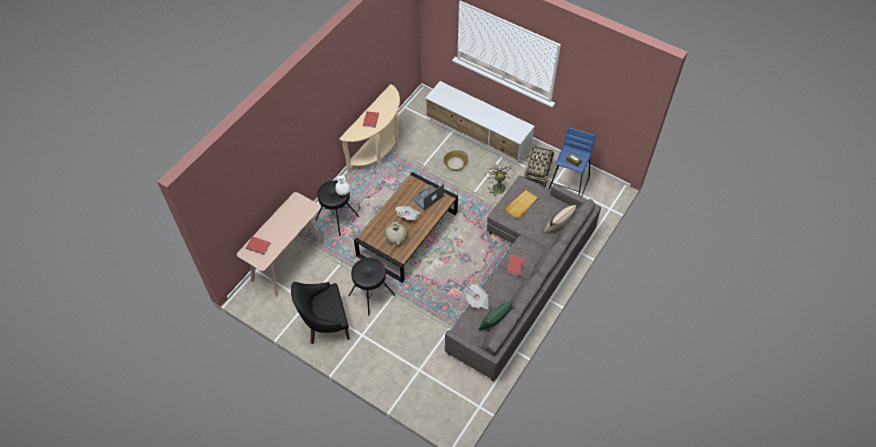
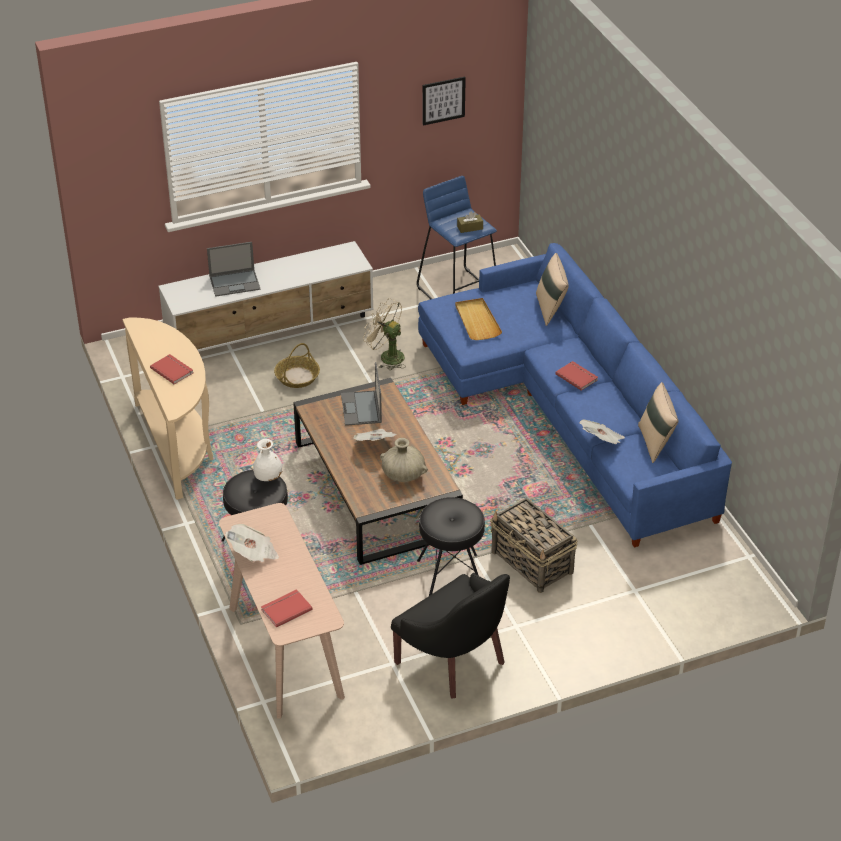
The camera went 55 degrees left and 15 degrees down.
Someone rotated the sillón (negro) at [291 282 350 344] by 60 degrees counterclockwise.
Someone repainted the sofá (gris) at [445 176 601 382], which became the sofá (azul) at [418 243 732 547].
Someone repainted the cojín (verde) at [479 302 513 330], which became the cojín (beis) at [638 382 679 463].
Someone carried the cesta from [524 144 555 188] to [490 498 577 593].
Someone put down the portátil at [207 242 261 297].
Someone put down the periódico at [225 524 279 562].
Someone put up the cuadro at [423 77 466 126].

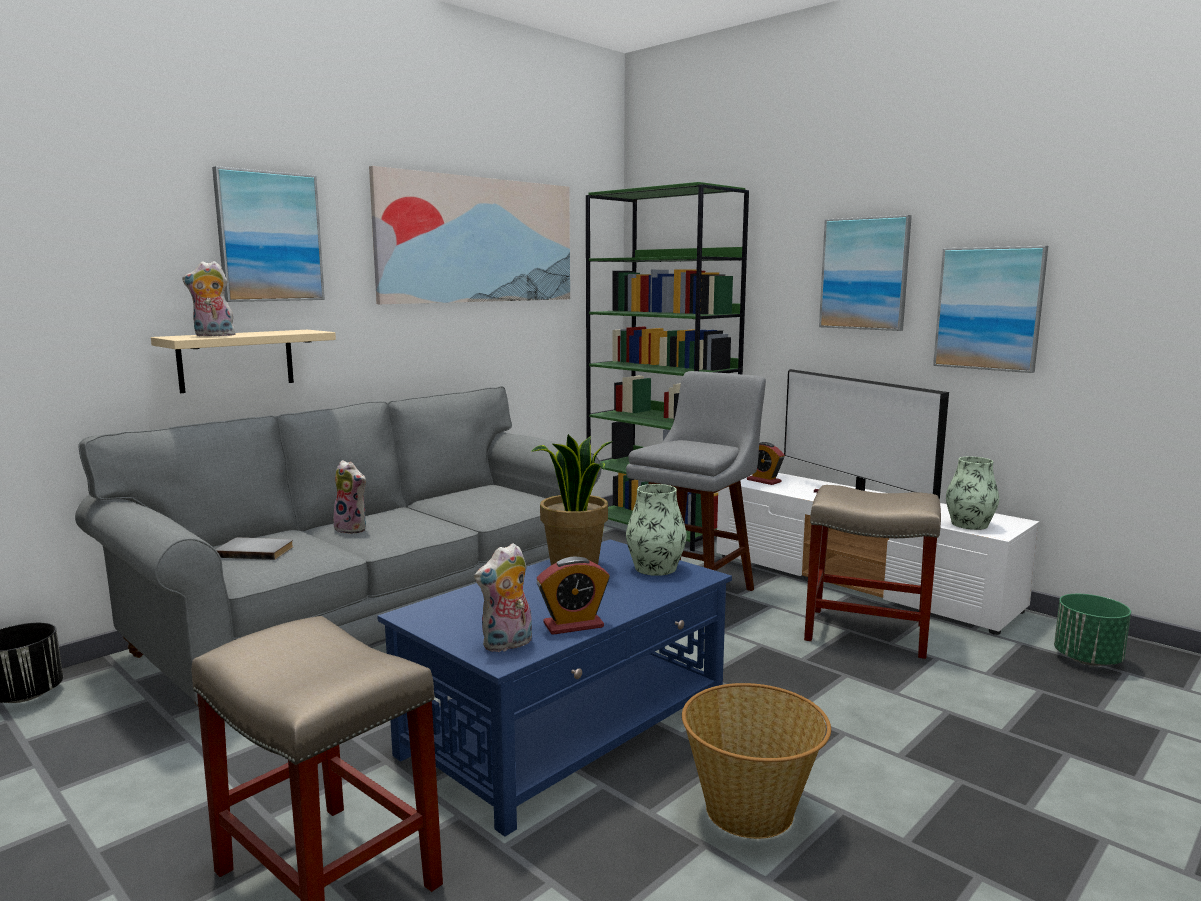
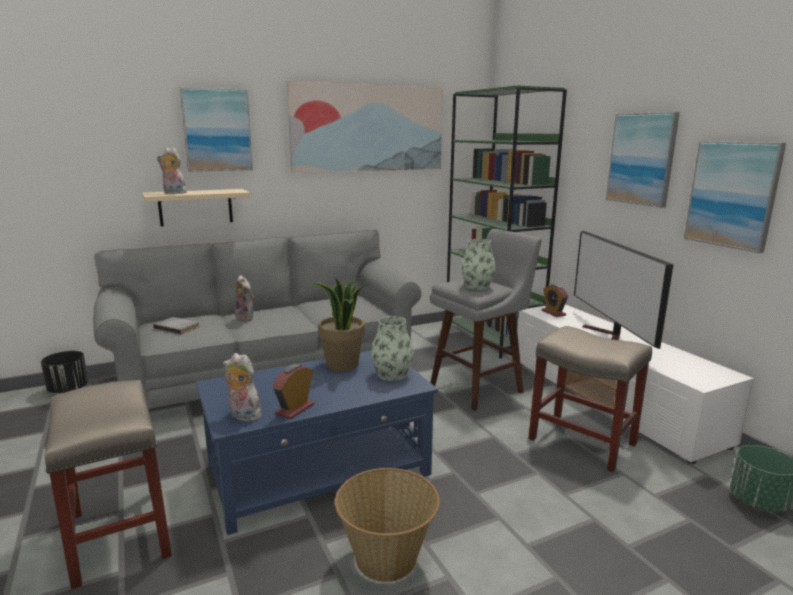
The camera went 20 degrees right and 5 degrees up.
Someone rotated the peluche at [474 543 532 653] by 45 degrees clockwise.
Someone rotated the despertador at [536 557 610 635] by 120 degrees clockwise.
Someone carried the florero from [946 457 999 530] to [461 239 496 290].

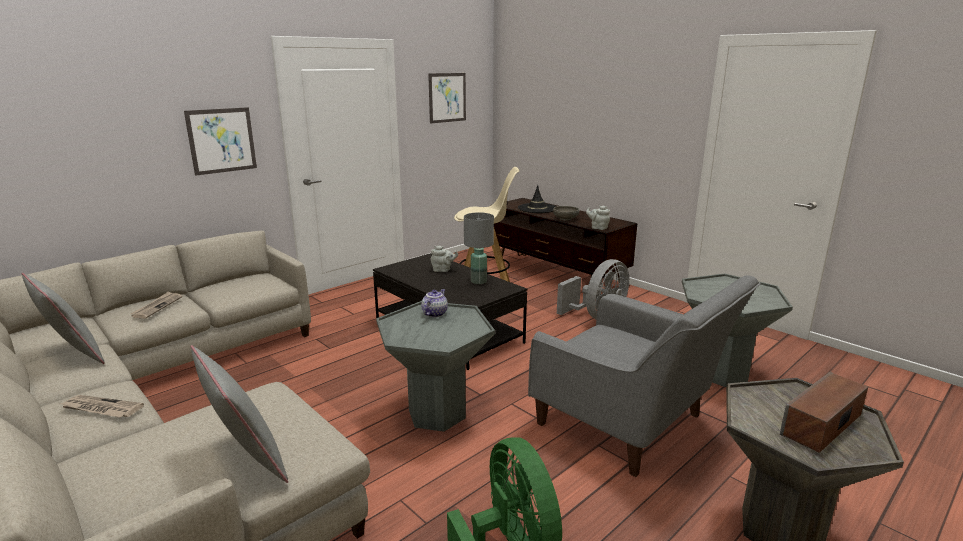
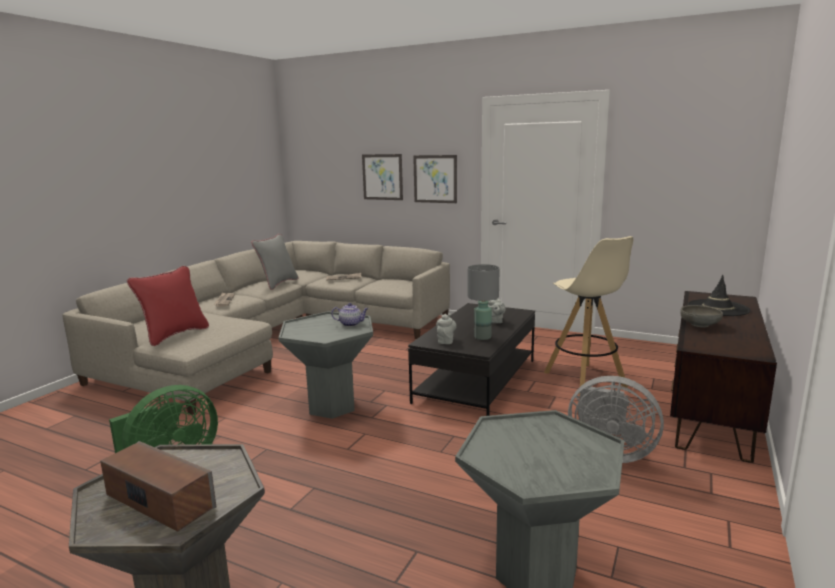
The camera went 70 degrees right and 5 degrees down.
Someone repainted the cojín (gris) at [190 345 288 483], which became the cojín (rojo) at [127 266 209 346].
Someone carried the cuadro from [428 73 466 123] to [362 154 403 200].
Someone took away the sillón (gris) at [528 275 761 477].
Someone carried the tetera (gris) from [586 206 610 230] to [436 313 457 344].

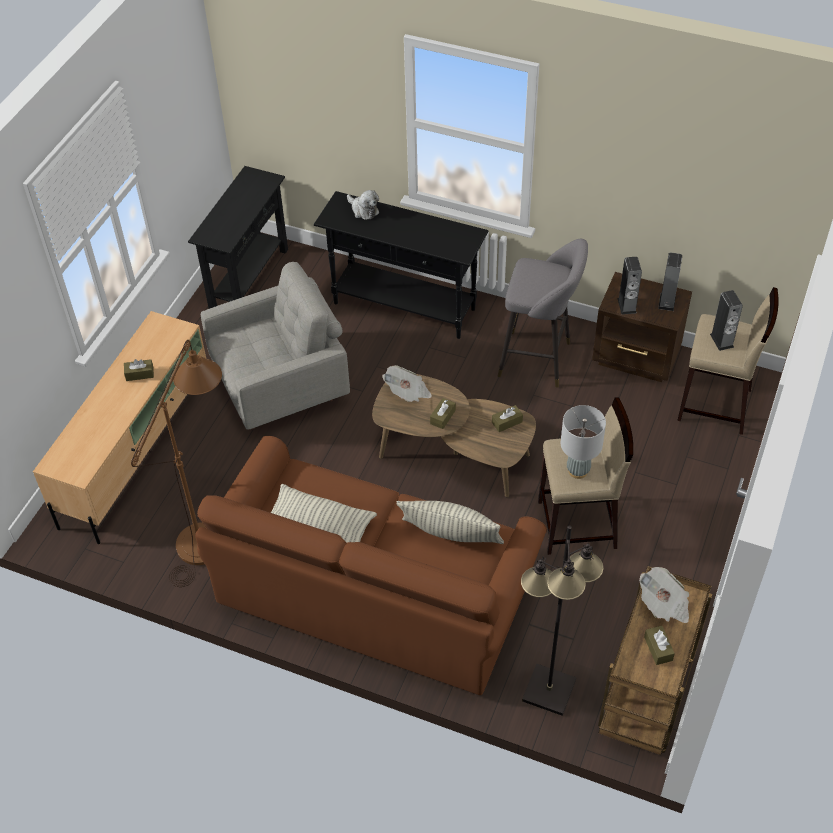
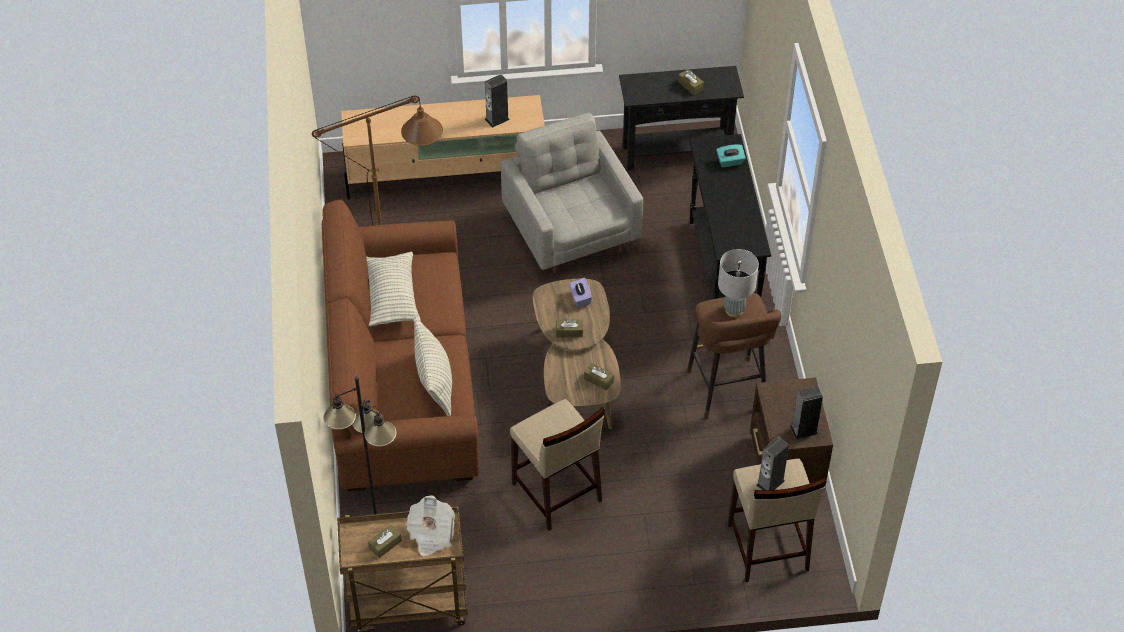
The camera went 60 degrees right and 0 degrees up.
Someone carried the caja de pañuelos (marrón) from [124 359 154 381] to [678 69 704 95].
Someone rotated the sillón (gris) at [201 262 350 430] by 150 degrees counterclockwise.
Someone swapped the peluche at [347 190 379 220] for the caja de pañuelos (turquesa) at [716 144 746 167].
Someone swapped the periódico at [382 365 432 402] for the caja de pañuelos (morado) at [569 278 592 307].
Someone repainted the taburete (gris) at [498 239 588 388], which became the taburete (marrón) at [687 293 781 420].
Someone carried the lámpara de mesa (gris) from [561 405 606 479] to [718 249 759 317].
Someone carried the altavoz from [617 257 642 315] to [485 74 510 128].

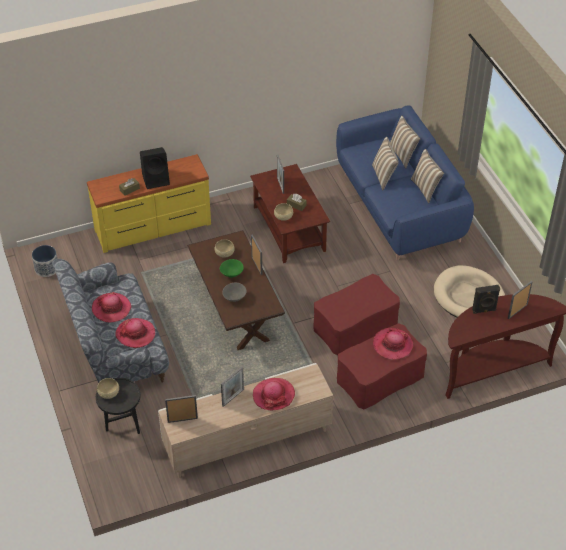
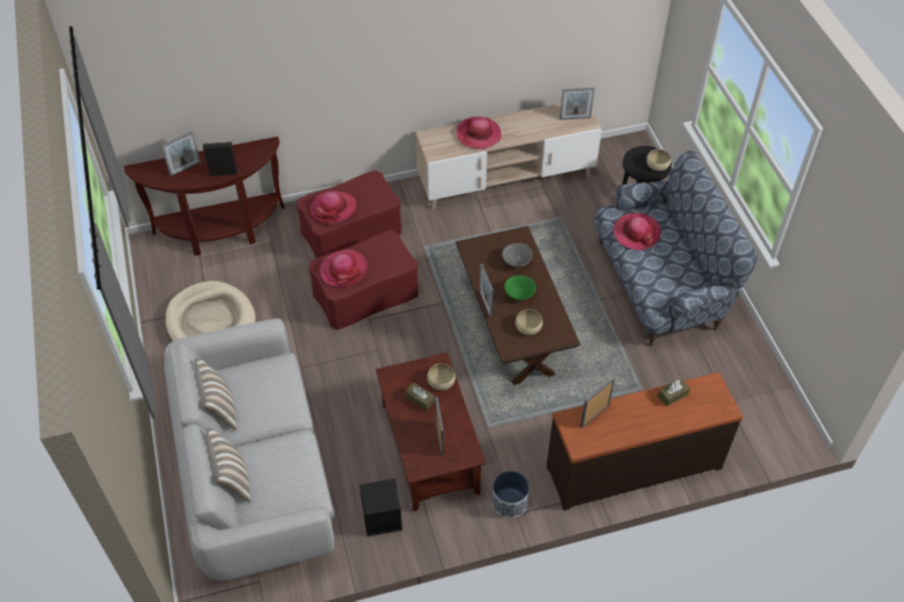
The camera went 175 degrees left and 5 degrees up.
Someone carried the maceta from [32 245 58 277] to [492 471 529 518].
Someone repainted the cómoda (amarillo) at [87 154 211 253], which became the cómoda (marrón) at [546 372 743 511].
Someone carried the sombrero from [92 292 131 322] to [319 250 368 287].
Someone carried the altavoz (negro) from [140 147 170 189] to [360 479 402 536].
Someone carried the portarretratos from [221 366 244 407] to [580 377 615 428].
Someone repainted the sofá (azul) at [336 105 474 260], which became the sofá (gris) at [164 319 334 581].
Someone took away the cojín at [372 137 399 190].

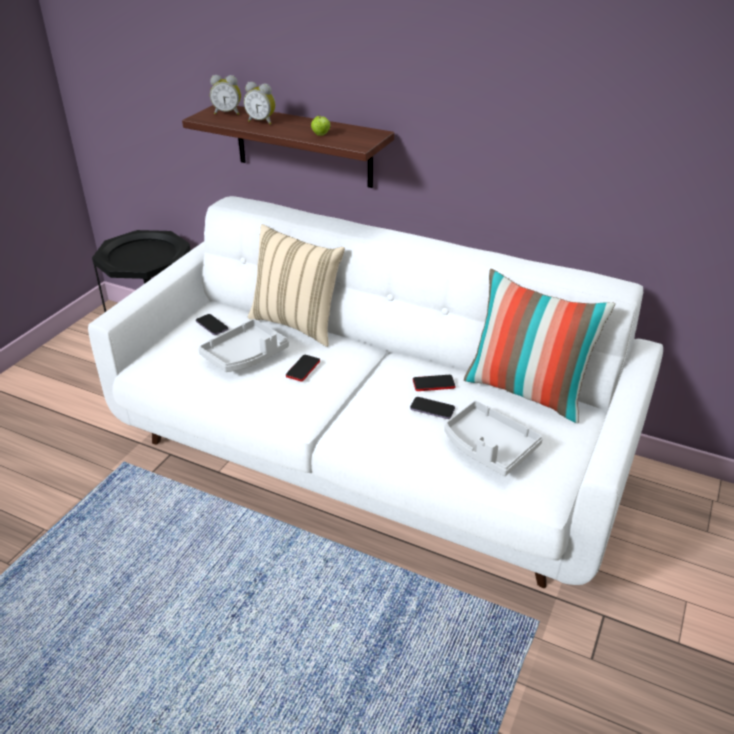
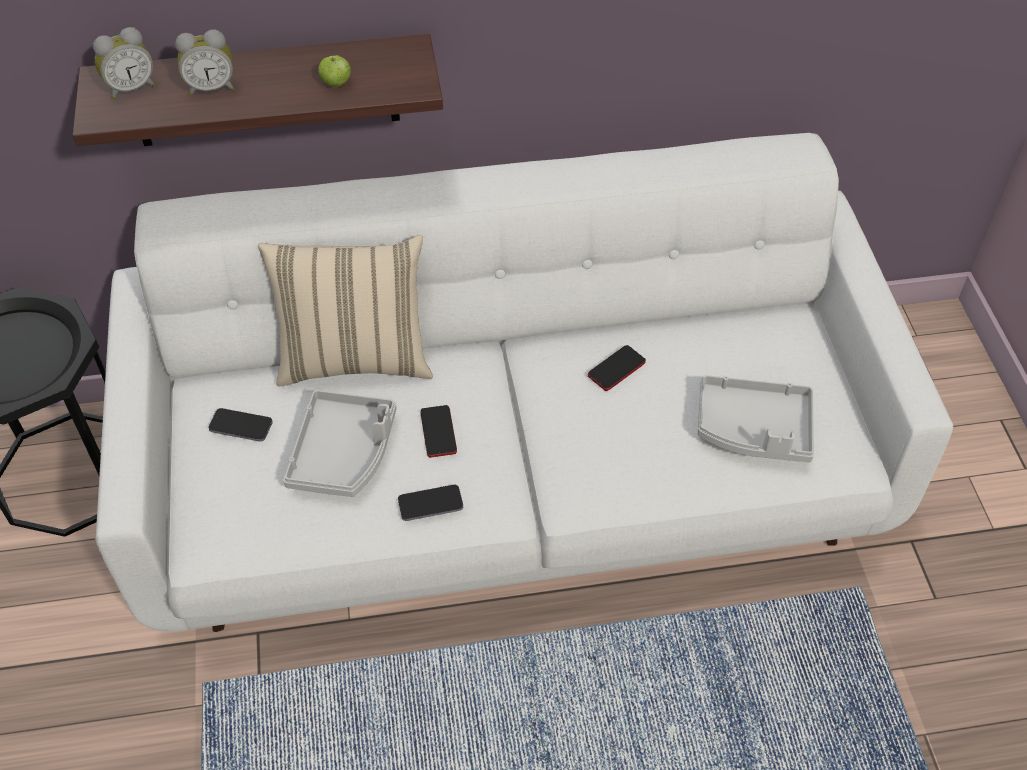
The camera went 35 degrees left and 15 degrees up.
Someone carried the móvil from [410 397 455 419] to [398 485 463 521].
Someone took away the cojín at [464 269 615 423].

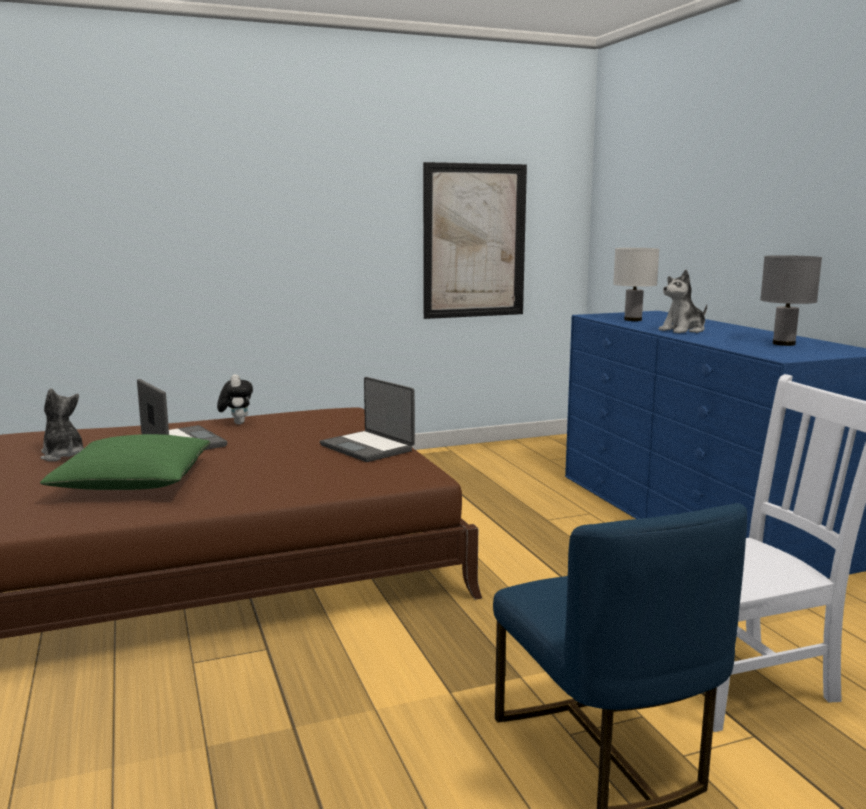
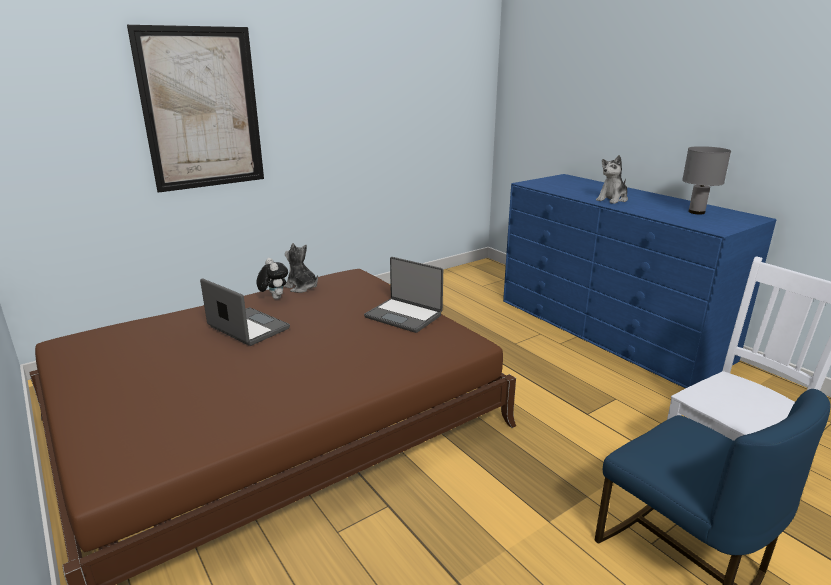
The camera went 15 degrees left and 10 degrees up.
Someone took away the cojín (verde) at [40 434 210 490].
Someone carried the peluche from [41 388 84 461] to [283 243 318 293].
Someone carried the cuadro from [423 162 527 319] to [127 25 264 193].
Someone took away the lámpara de mesa (blanco) at [613 248 659 321].

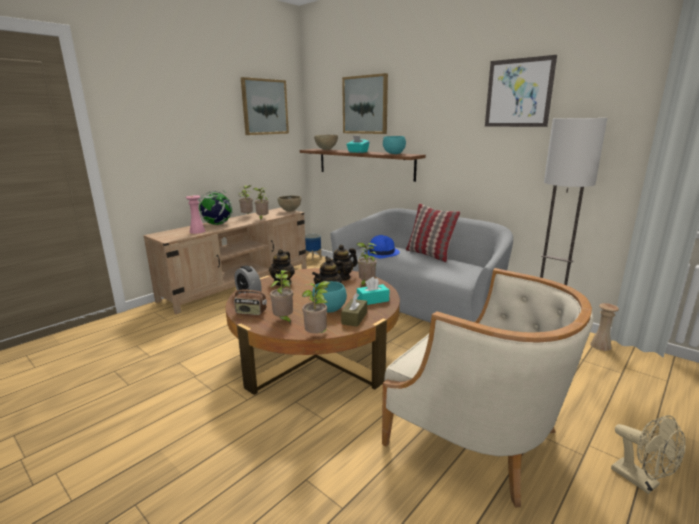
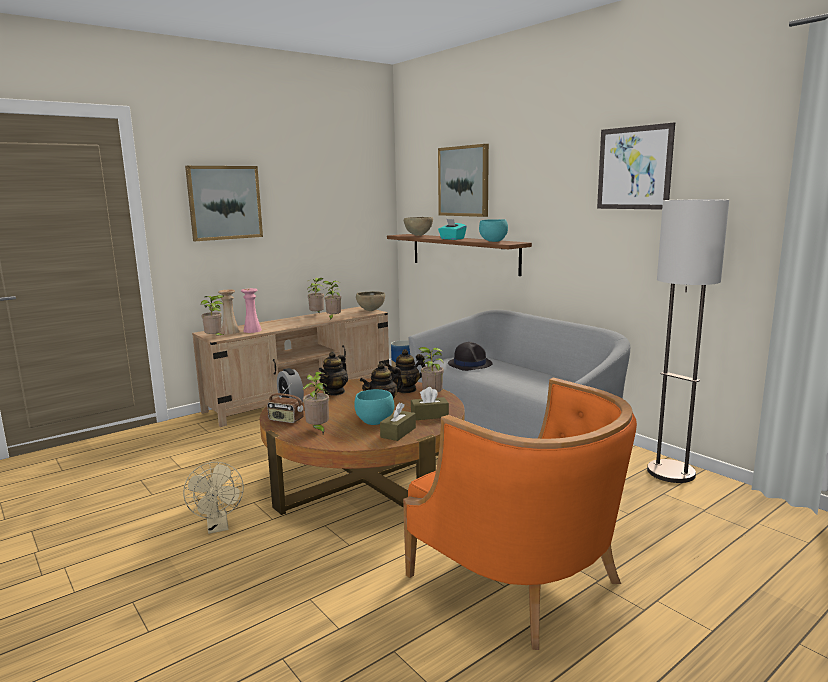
The camera went 10 degrees right and 5 degrees down.
Someone took away the globo terráqueo at [198 190 233 225].
Someone carried the cuadro from [241 77 289 135] to [185 166 263 241].
Someone carried the planta en maceta from [302 281 330 333] to [201 295 225 336].
Someone repainted the caja de pañuelos (turquesa) at [357 277 389 305], which became the caja de pañuelos (marrón) at [411 387 449 420].
Someone repainted the sombrero (azul) at [364 235 400 258], which became the sombrero (negro) at [448 342 493 371].
Someone repainted the sillón (beis) at [382 268 594 508], which became the sillón (naranja) at [403 377 637 650].
Someone took away the cojín at [406 203 460 262].
Someone carried the florero (beis) from [590 303 619 351] to [218 290 240 334].
Someone carried the ventilador (beis) from [611 415 686 494] to [183 462 244 534].

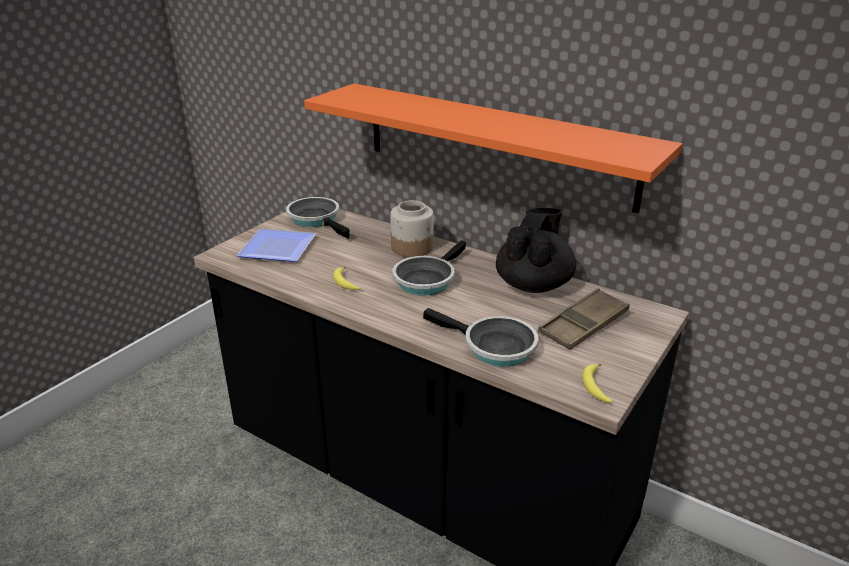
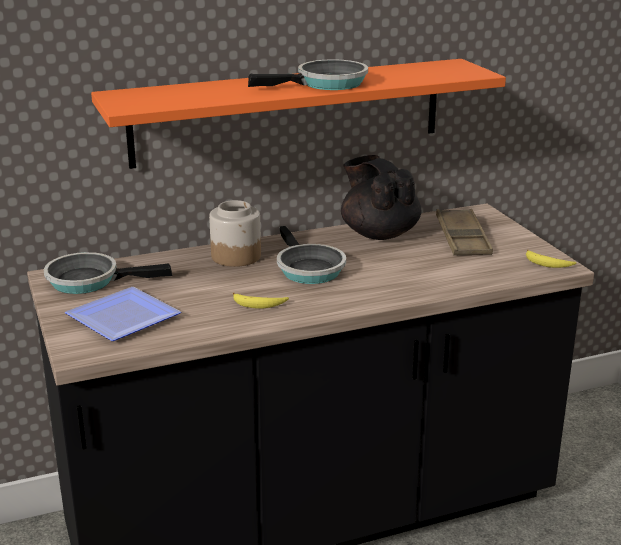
The camera went 55 degrees left and 5 degrees down.
Someone carried the sartén from [423 308 539 367] to [248 59 368 90].

